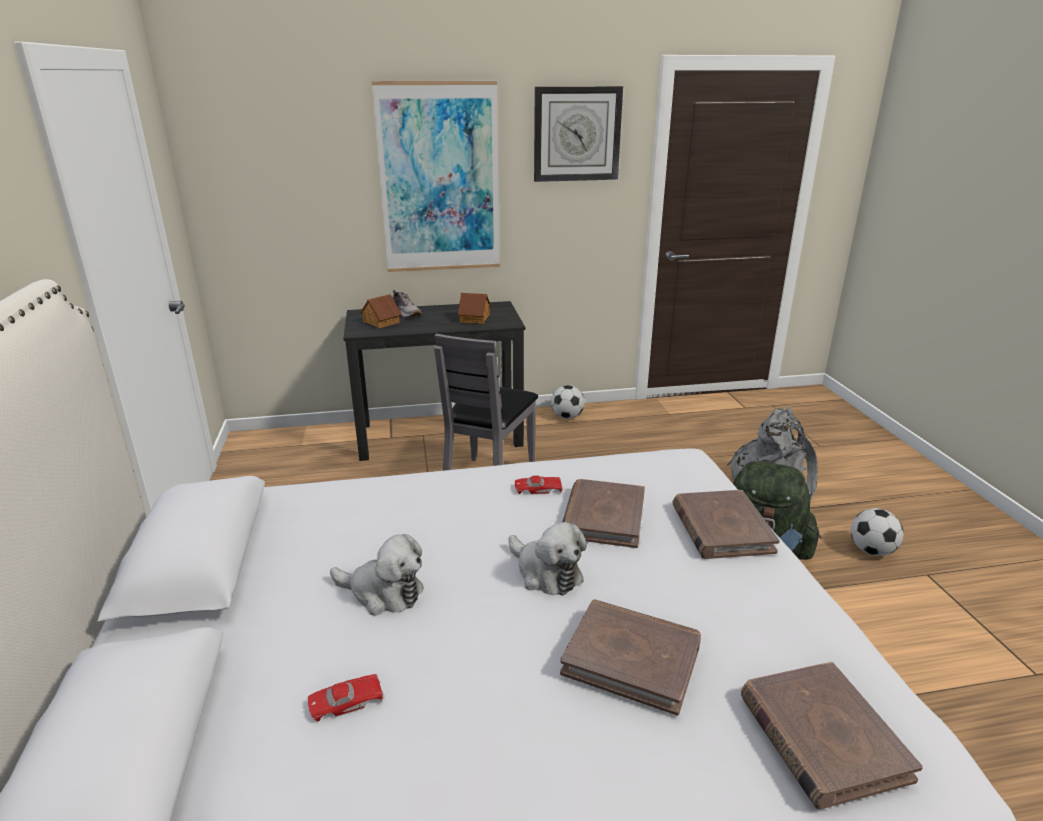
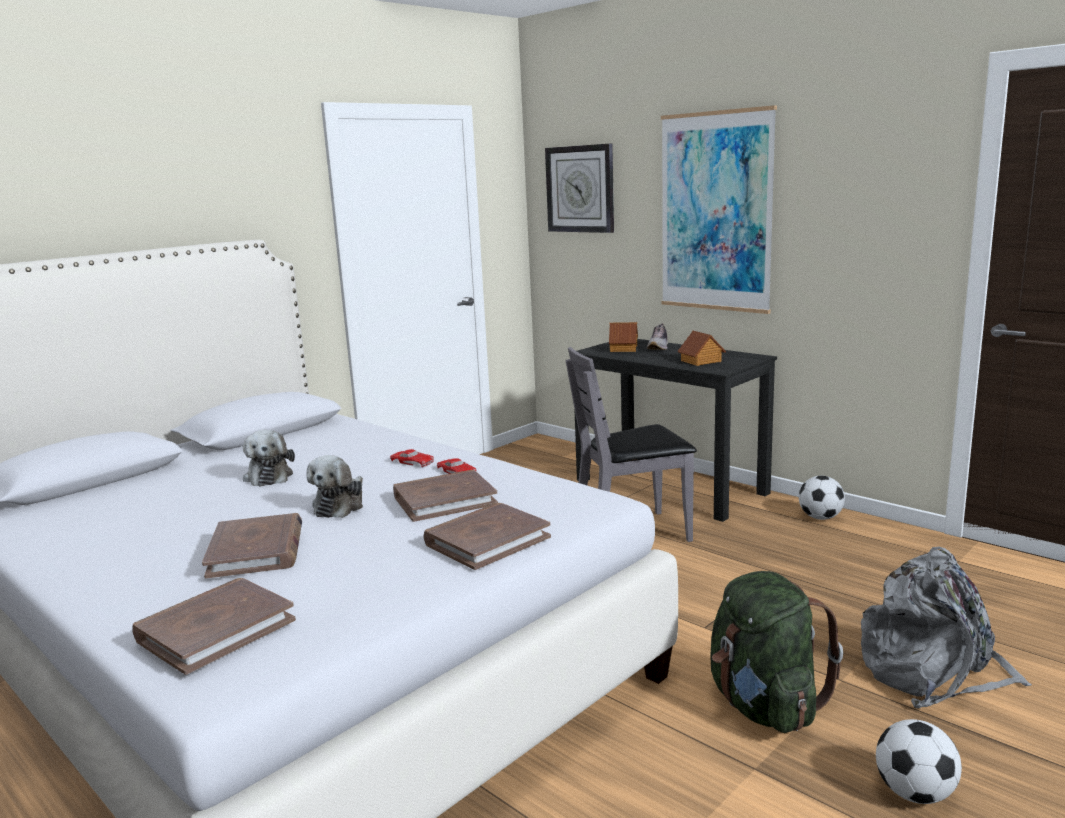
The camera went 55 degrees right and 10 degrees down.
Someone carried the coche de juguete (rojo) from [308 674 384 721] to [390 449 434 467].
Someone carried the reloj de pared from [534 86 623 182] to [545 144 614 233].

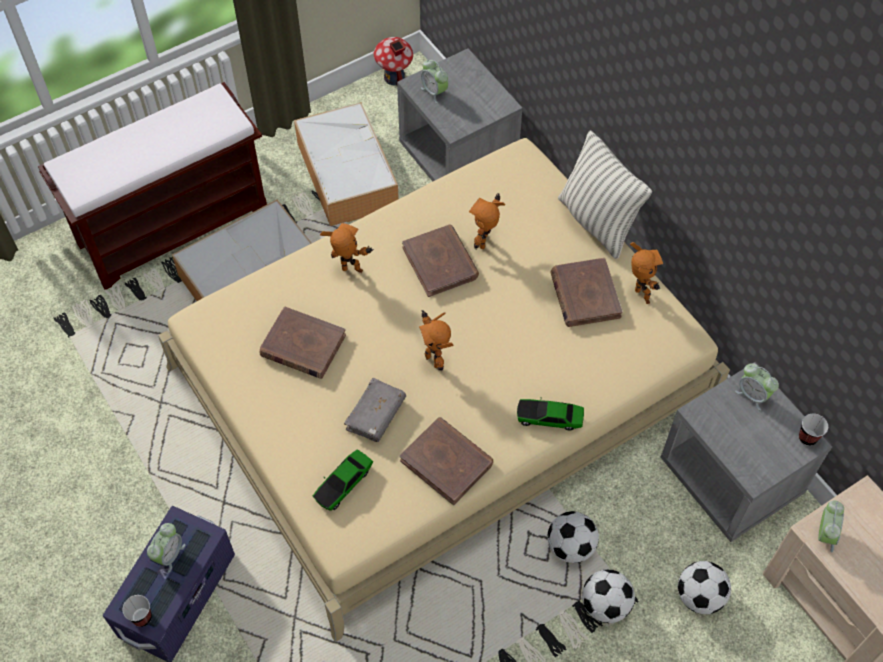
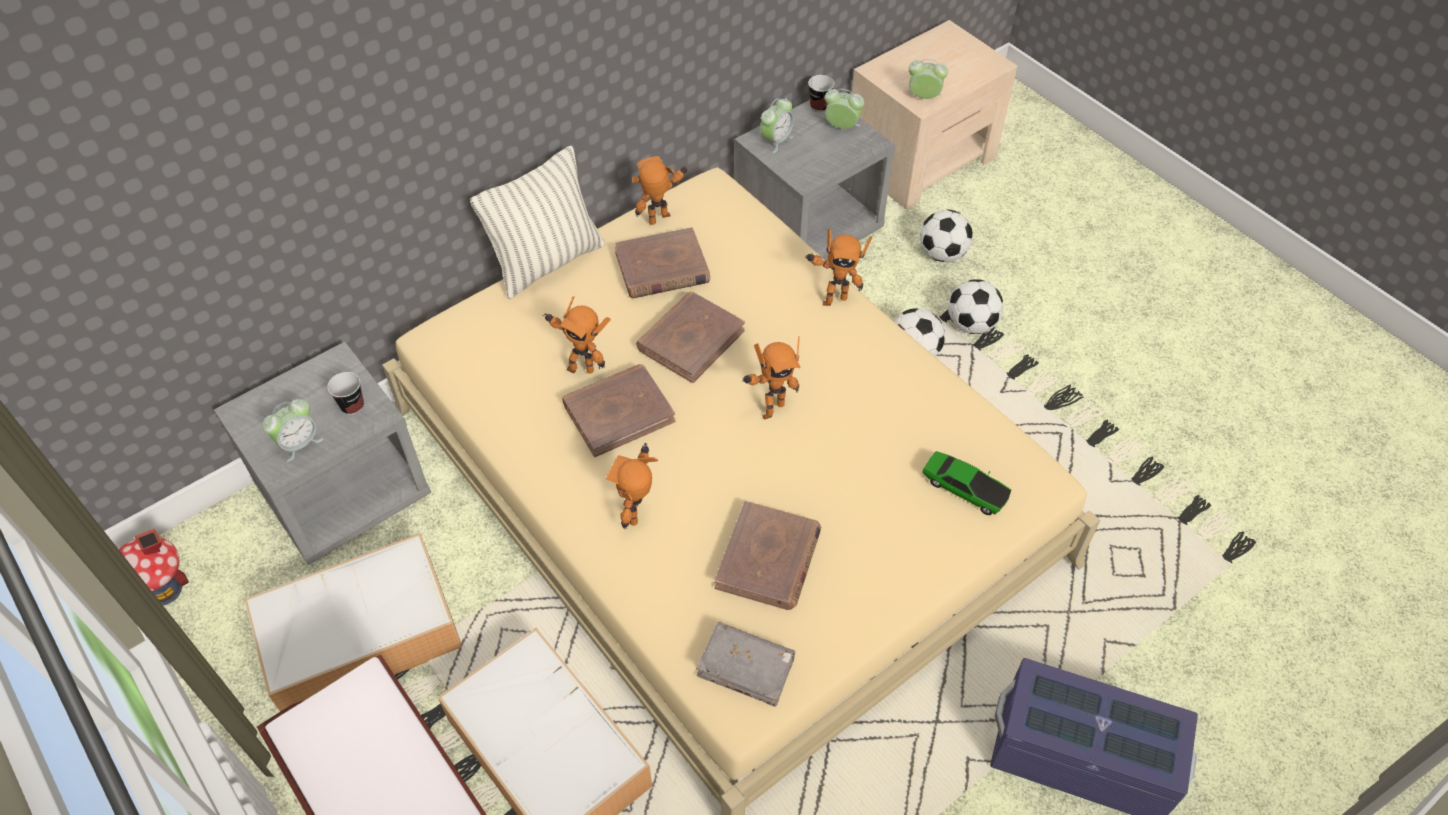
The camera went 95 degrees left and 5 degrees down.
Someone carried the taza from [123 595 152 627] to [327 372 364 415].
Someone carried the despertador from [147 523 185 573] to [824 89 864 129].
Someone carried the libro (gris) from [344 378 406 442] to [696 622 795 707].
Someone carried the libro (marrón) from [400 417 493 505] to [636 292 745 383].
Someone swapped the coche de juguete at [517 397 584 431] for the robot de juguete at [805 229 872 306].

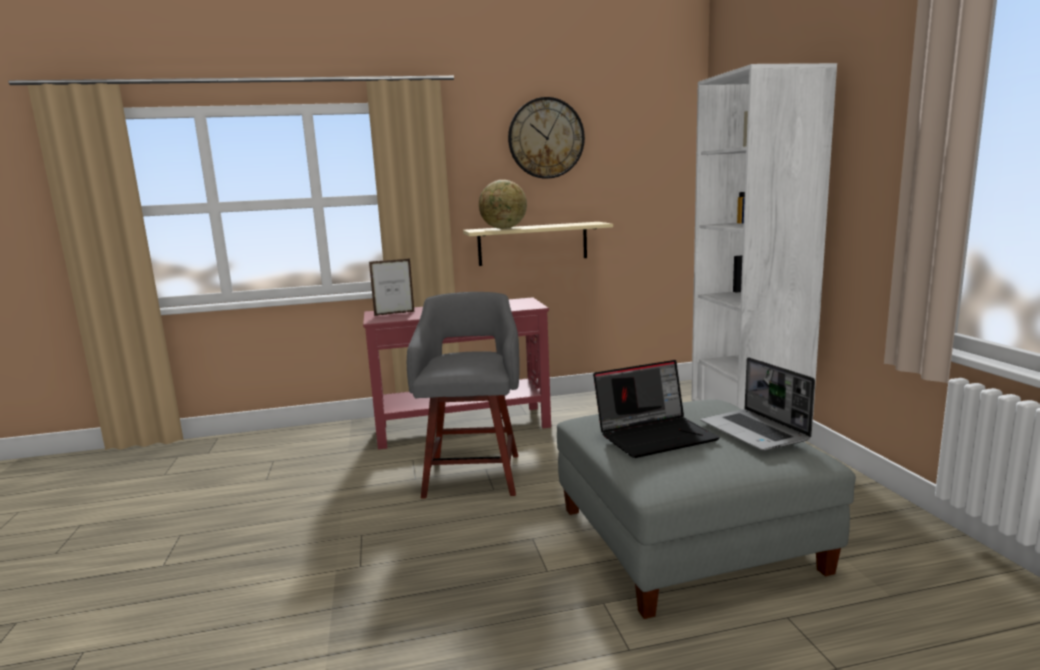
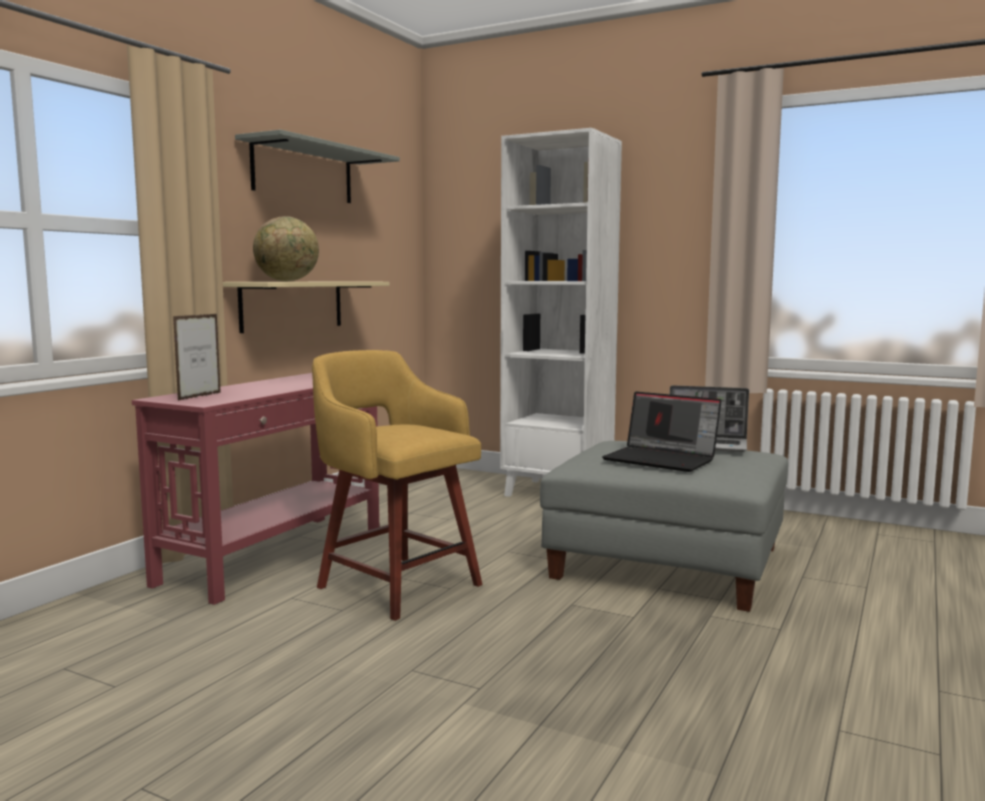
The camera went 50 degrees left and 5 degrees down.
Someone repainted the taburete (gris) at [407 292 519 499], which became the taburete (amarillo) at [312 350 482 621].
Someone swapped the reloj de pared at [508 97 585 179] for the estante (gris) at [235 129 400 203].
Someone rotated the portátil at [593 360 720 458] by 105 degrees clockwise.

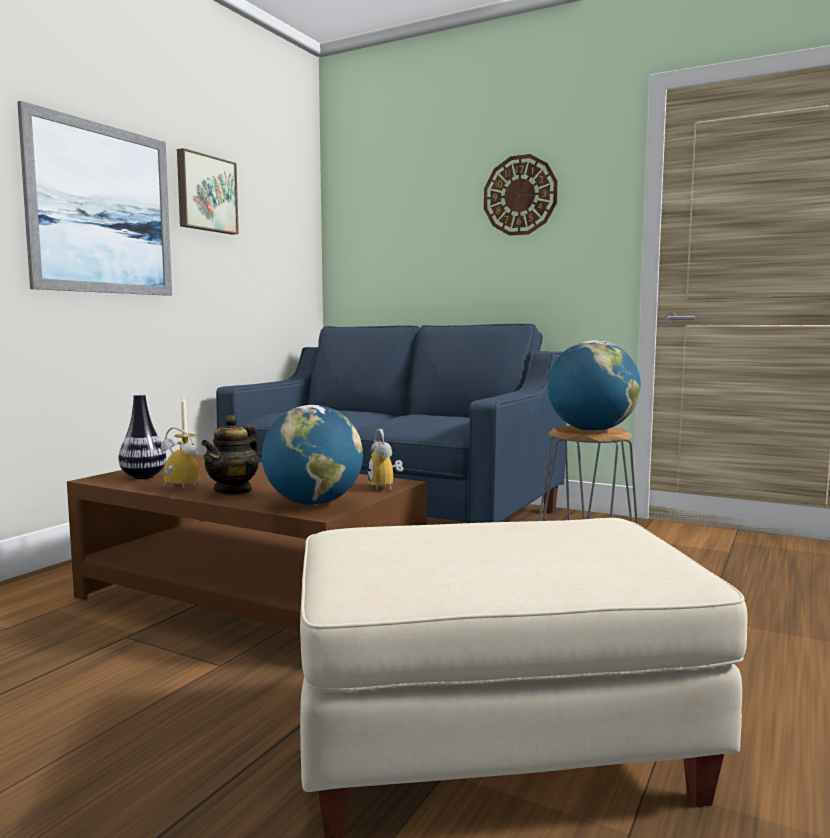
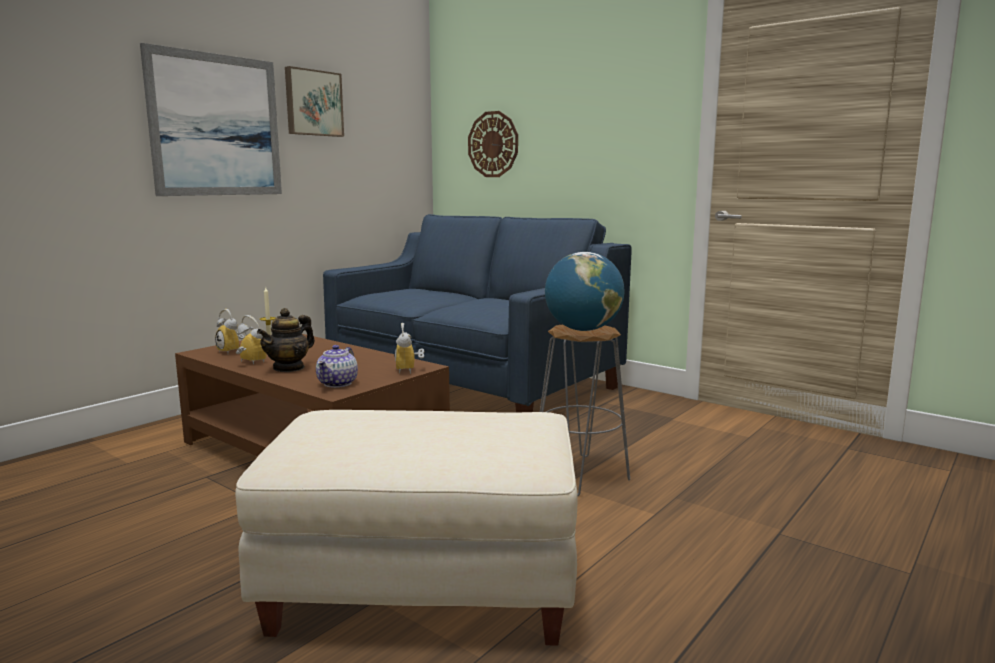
The camera went 10 degrees right and 5 degrees up.
Someone swapped the florero at [118 394 166 479] for the despertador at [215 309 244 354].
Someone swapped the globo terráqueo at [262 405 363 505] for the tetera at [316 345 358 388].
Someone carried the reloj de pared from [484 154 558 236] to [468 111 518 177].

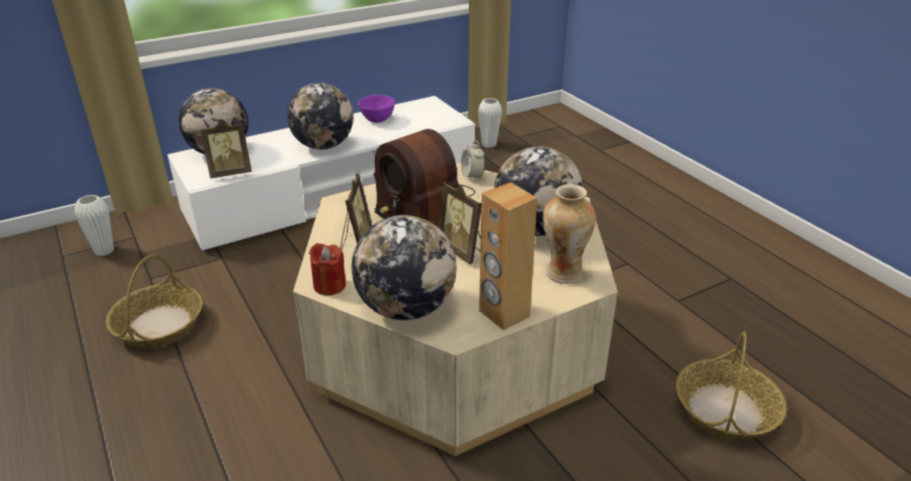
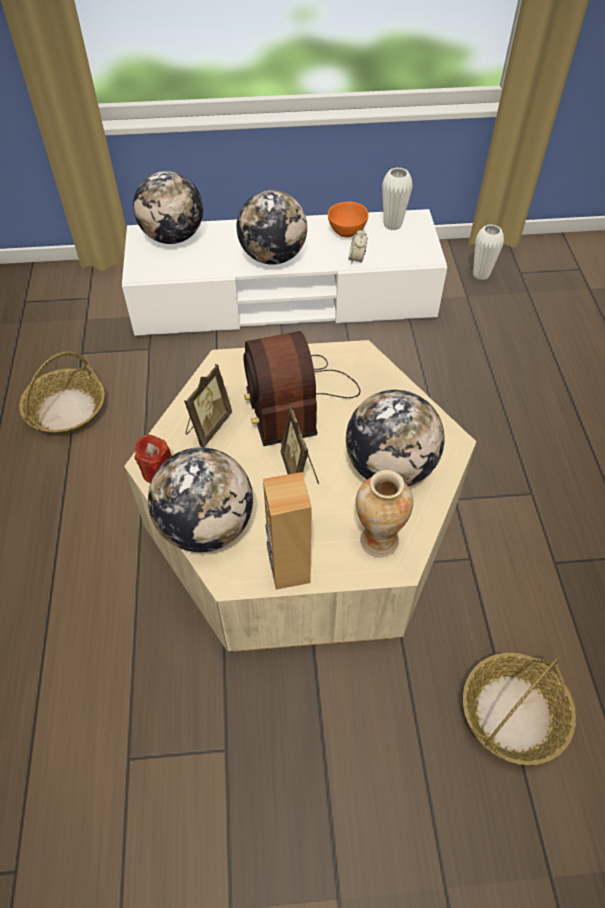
The camera went 25 degrees right and 20 degrees up.
Someone carried the florero (blanco) from [75 195 114 256] to [382 168 413 230].
Someone took away the portarretratos at [200 121 252 179].
Someone repainted the cuenco (morado) at [358 95 395 123], which became the cuenco (naranja) at [328 202 369 237].
Someone carried the despertador from [461 140 485 181] to [349 229 368 265].

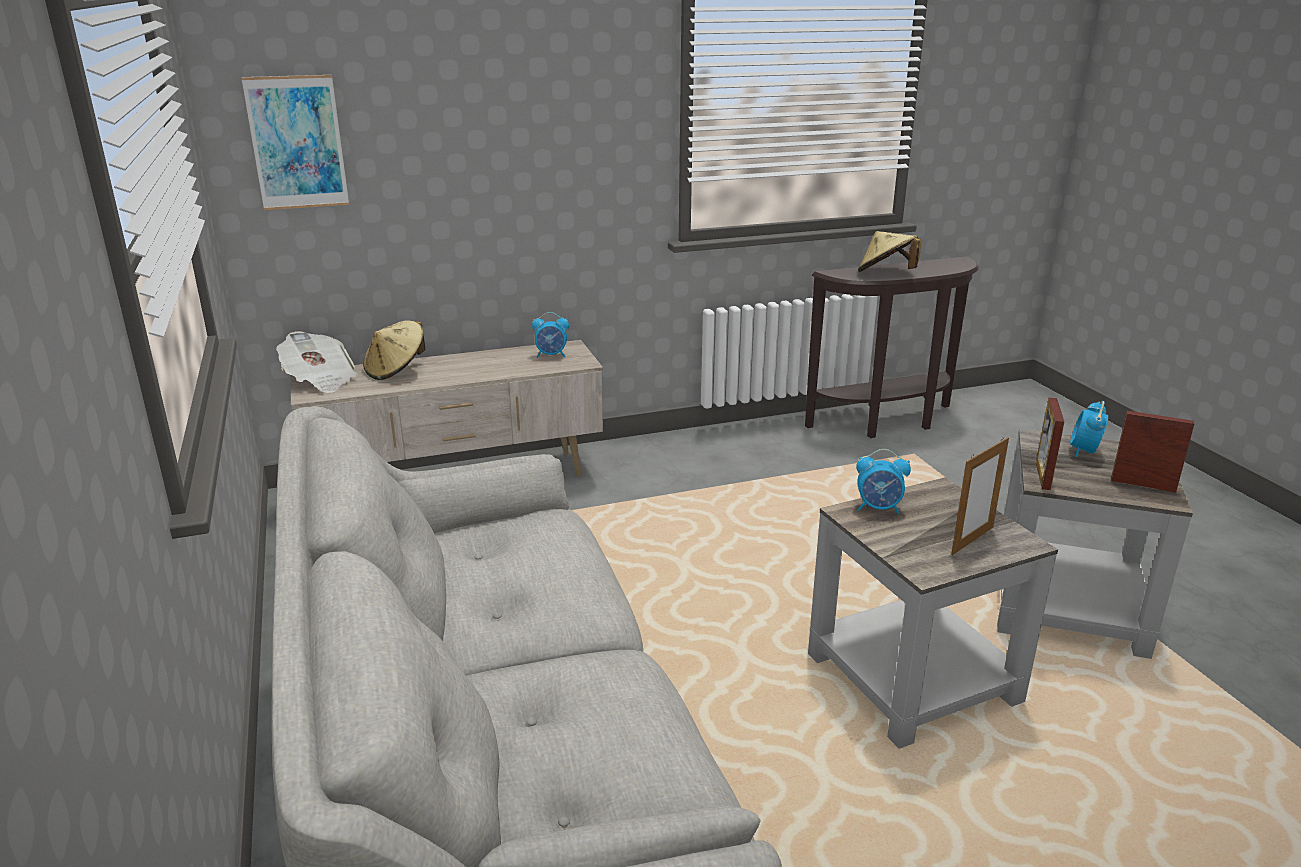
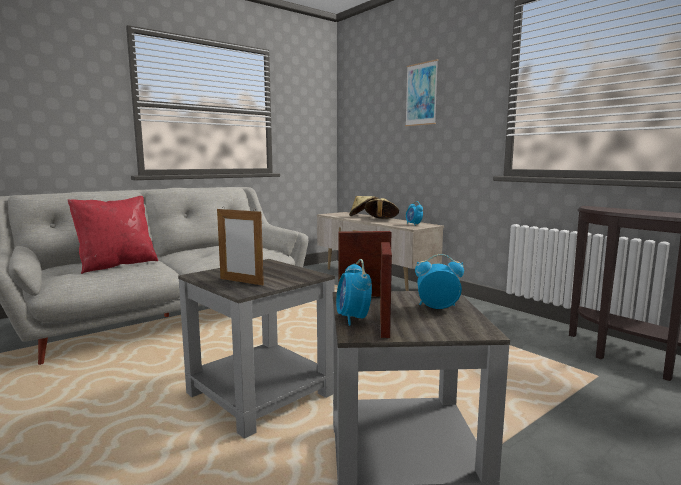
The camera went 70 degrees right and 15 degrees down.
Someone carried the cuadro from [241 75 349 210] to [405 59 438 126].
Someone took away the periódico at [276 331 358 393].
Someone carried the despertador from [856 449 911 514] to [336 259 372 326].
Someone carried the sombrero (beis) from [858 231 922 272] to [365 198 399 219].
Someone put down the cojín (rojo) at [68 196 158 274].

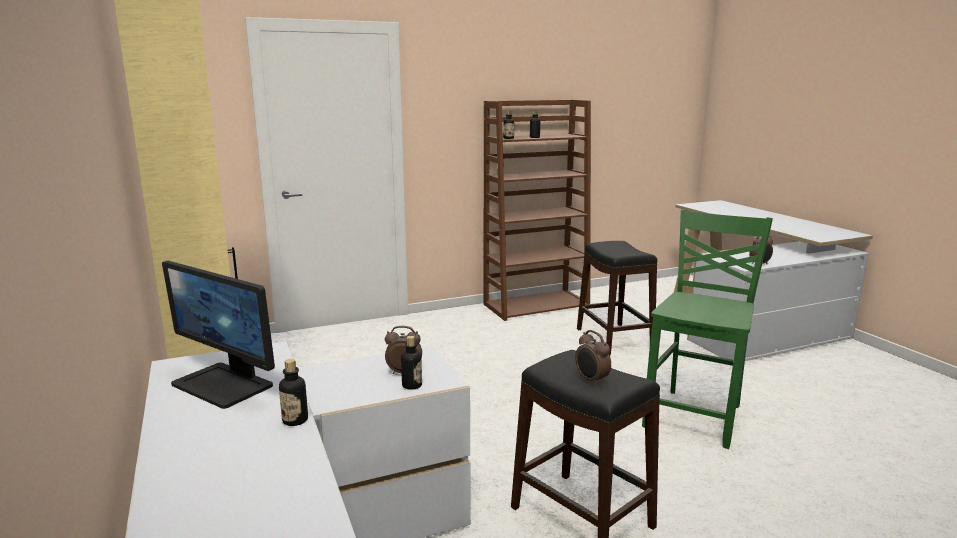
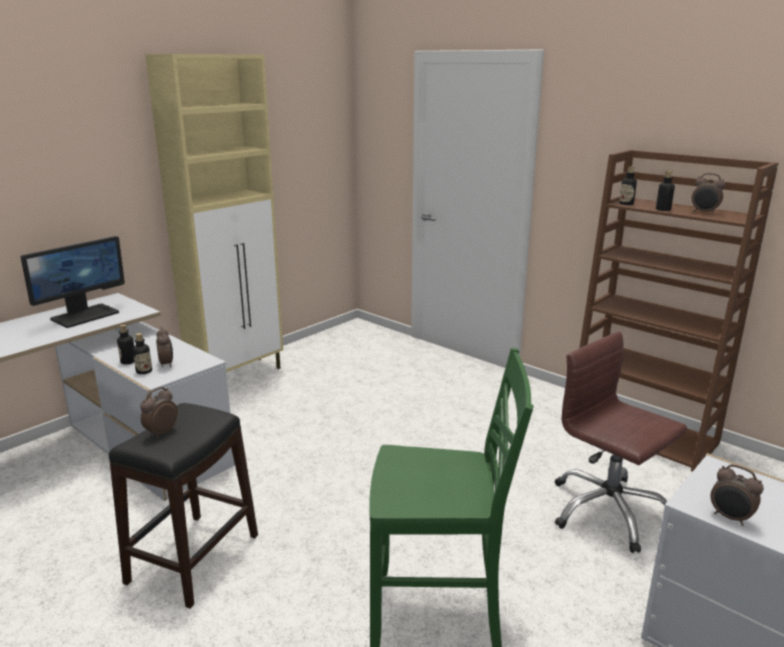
The camera went 65 degrees right and 5 degrees up.
Someone rotated the monitor at [162 261 275 409] by 150 degrees counterclockwise.
Someone carried the botella from [279 359 308 426] to [117 324 134 364].
Someone swapped the taburete (negro) at [577 241 657 355] for the silla de oficina (marrón) at [555 331 687 553].
Someone put down the despertador at [692 173 725 214].

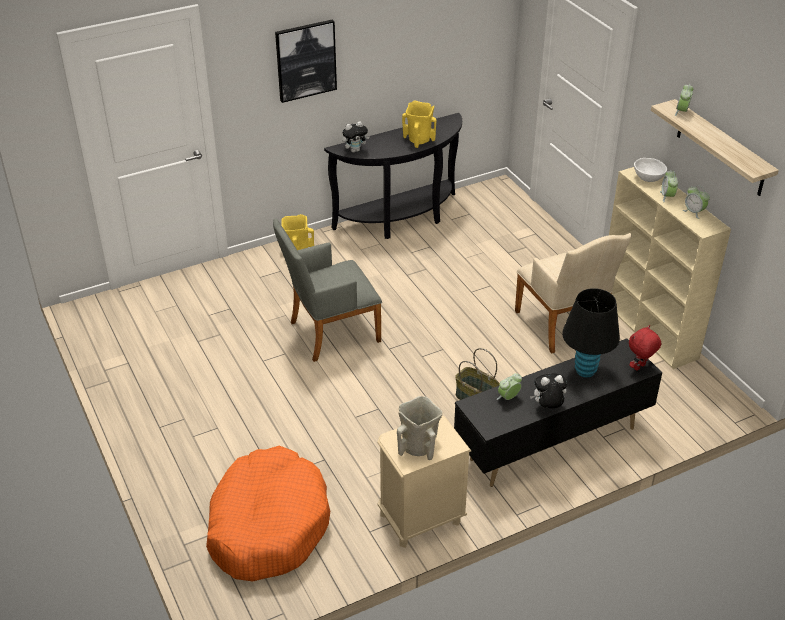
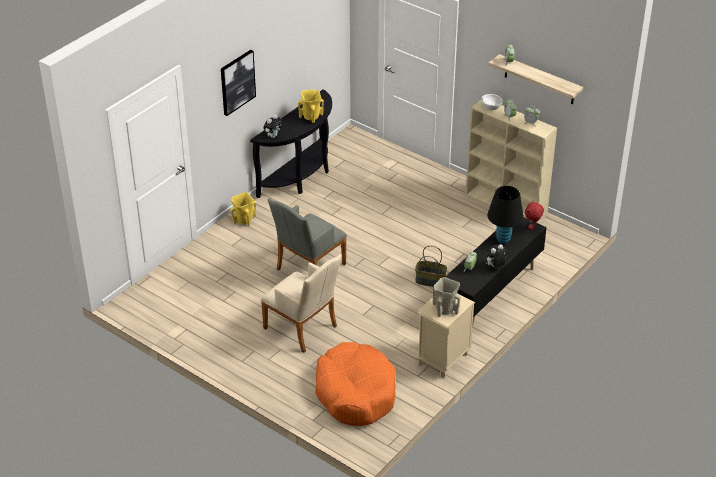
The camera went 25 degrees left and 0 degrees up.
Someone carried the sillón (beis) from [515 233 632 353] to [261 254 342 353].

